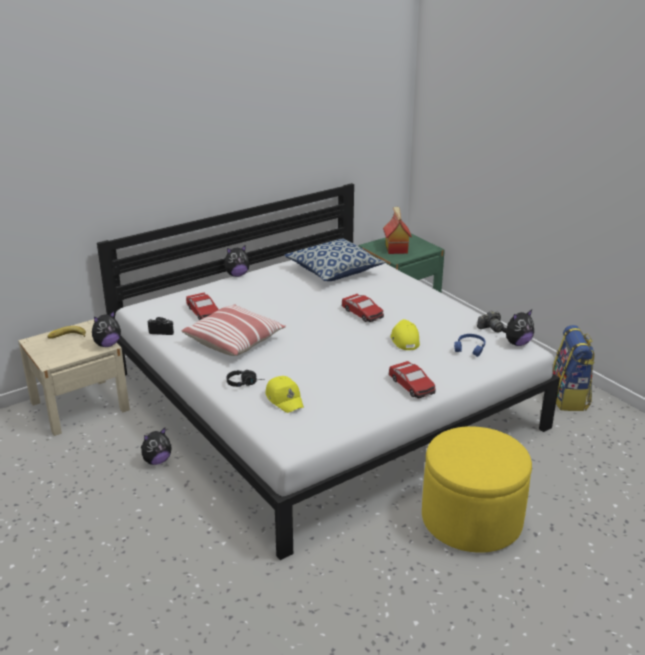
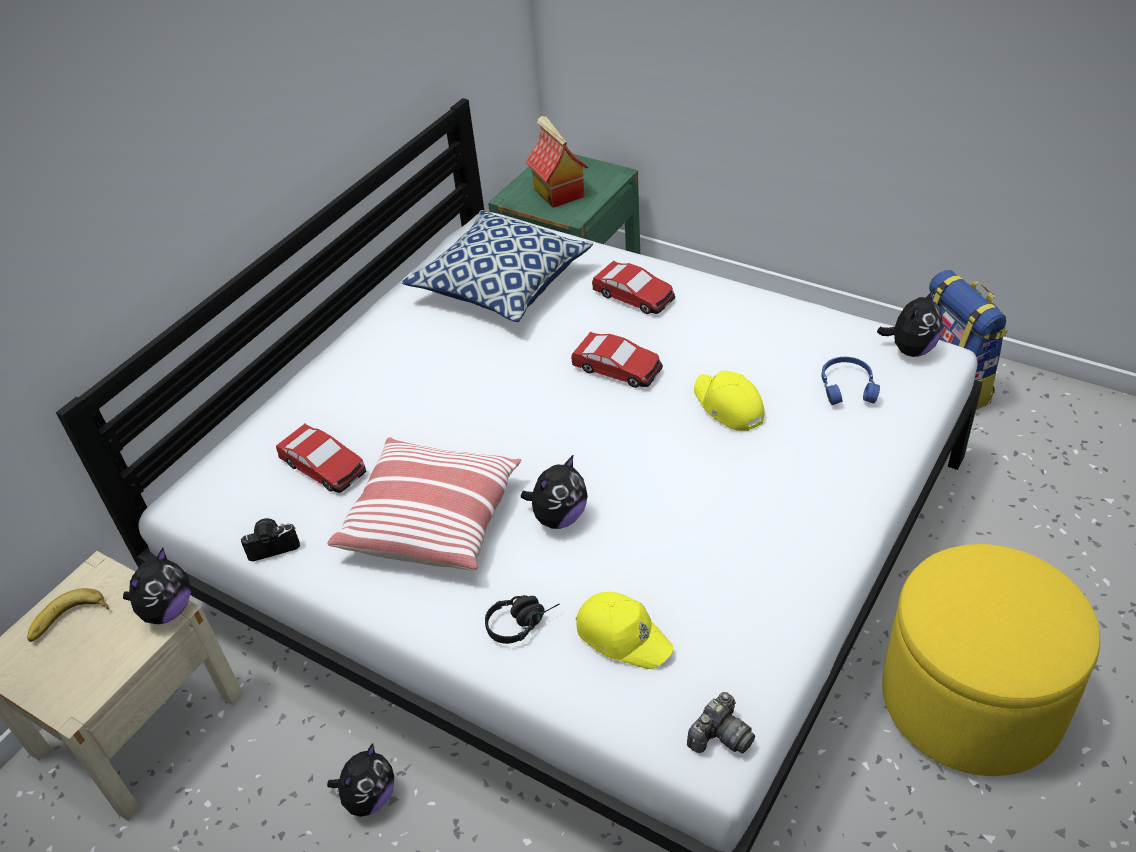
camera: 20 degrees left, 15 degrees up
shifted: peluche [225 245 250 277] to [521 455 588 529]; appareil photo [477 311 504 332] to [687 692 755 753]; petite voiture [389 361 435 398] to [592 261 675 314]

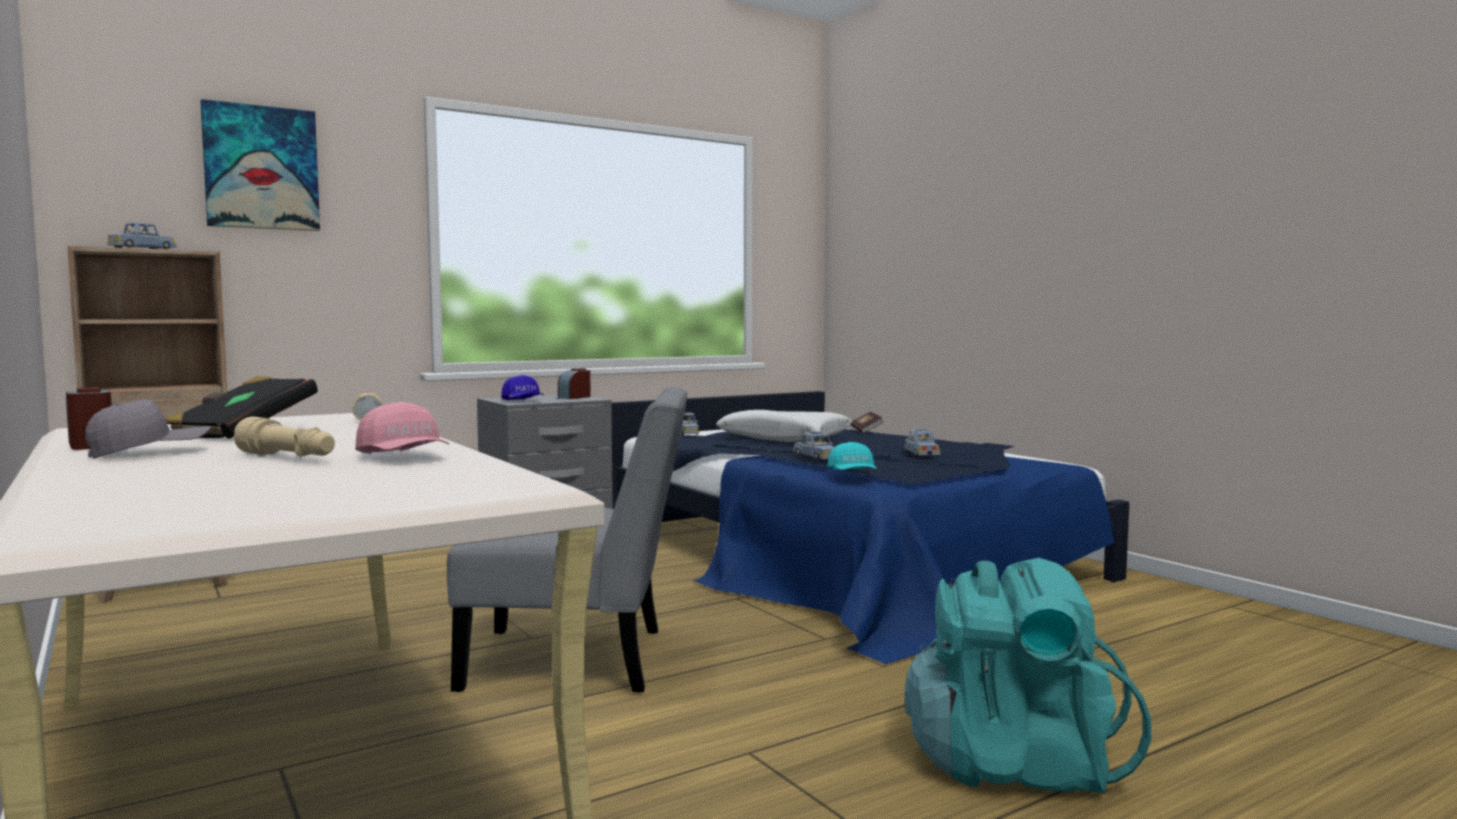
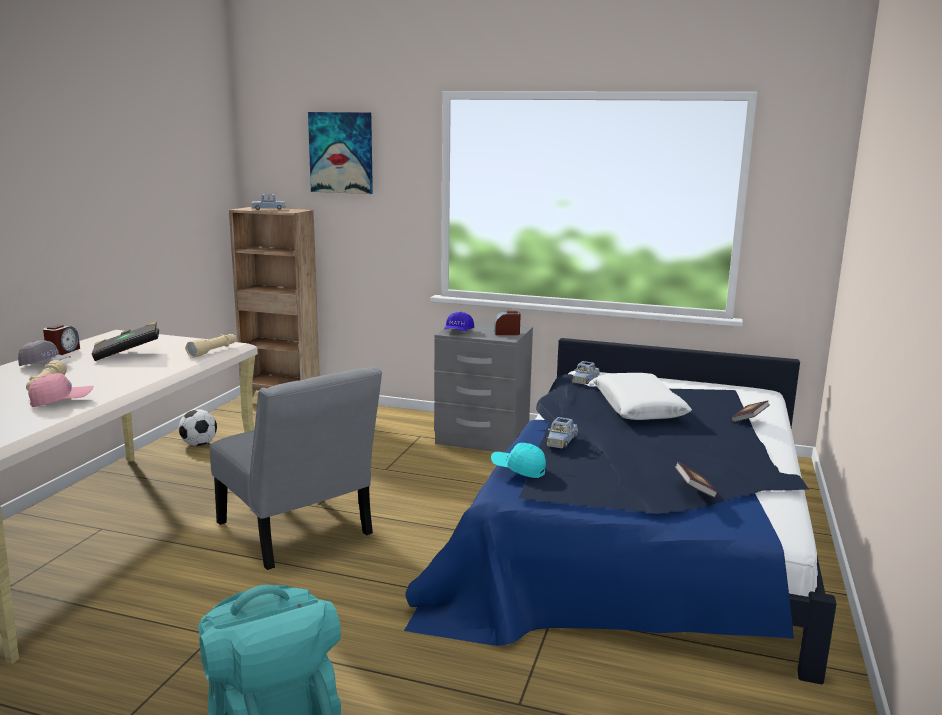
camera: 50 degrees right, 10 degrees up
gone: petite voiture [bleu] [905 429 940 456]
new: ballon de foot [179 409 217 446]; livre [675 462 718 498]
rotated: casquette [rose] [355 402 449 454] = [28 373 94 407] 120 degrees counterclockwise; casquette [turquoise] [827 442 877 470] = [491 443 546 478] 75 degrees clockwise

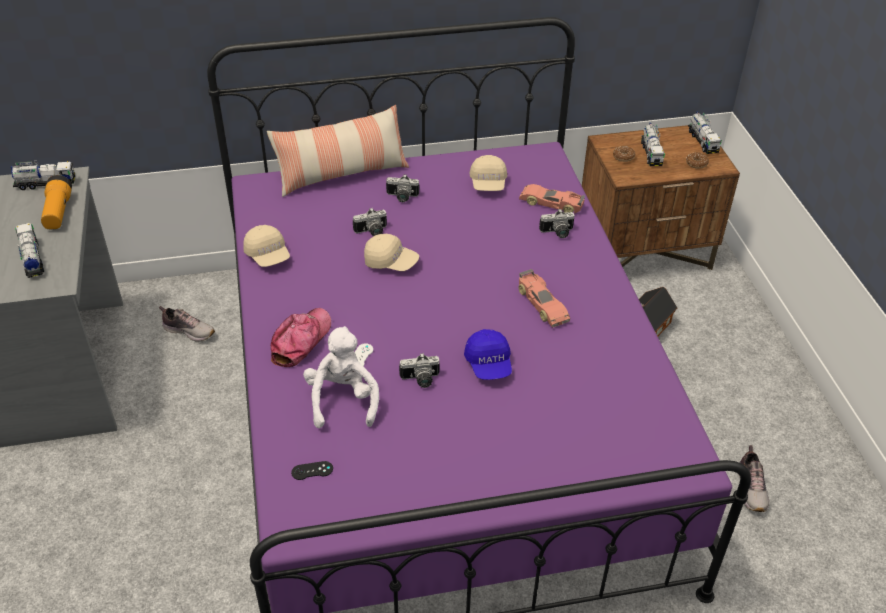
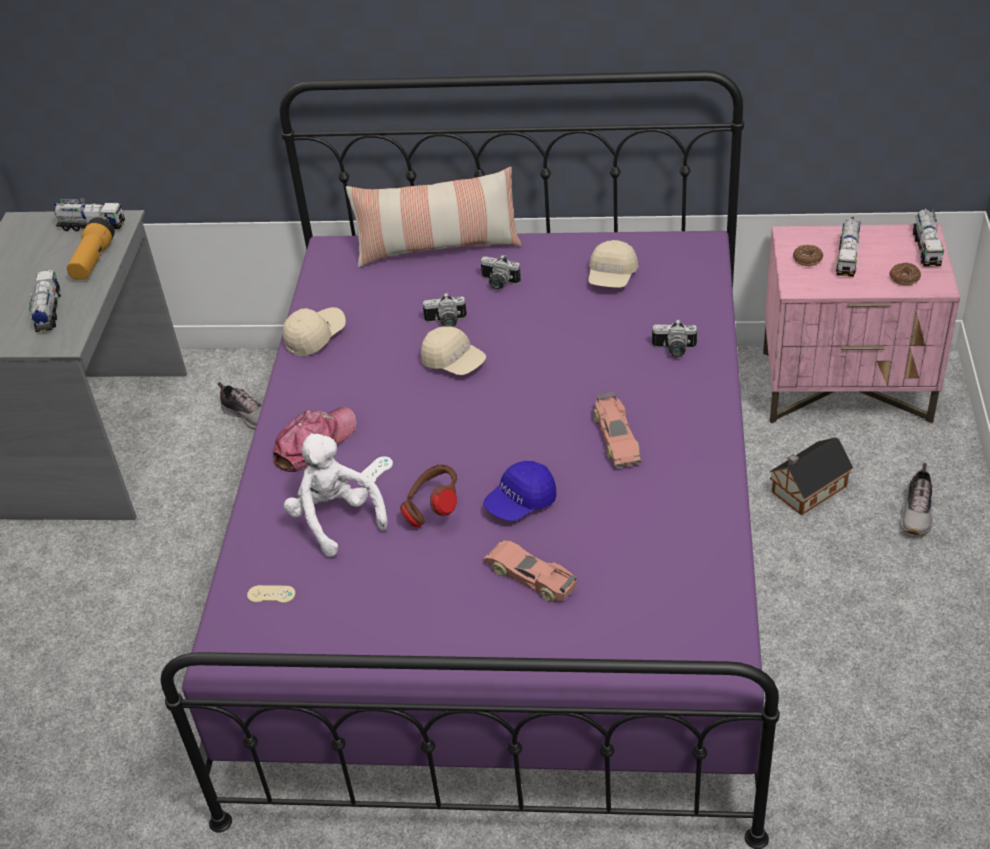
camera: 20 degrees right, 0 degrees up
shifted: petite voiture [519 184 585 213] to [483 540 577 602]; chaussure [738 445 769 512] to [900 463 933 535]
swapped: appareil photo [399 353 440 388] to casque audio [marron] [400 465 457 527]
repainted: table de chevet [marron] [582 125 740 270] to table de chevet [rose] [763 224 960 424]; manette [noir] [291 461 333 480] to manette [beige] [247 585 295 603]
rotated: casquette [beige] [243 225 290 267] = [283 307 346 356] 120 degrees counterclockwise; peluche [blanc] [303 326 379 428] = [284 433 388 557] 45 degrees counterclockwise; casquette [bleu] [464 329 512 380] = [484 461 557 521] 45 degrees clockwise

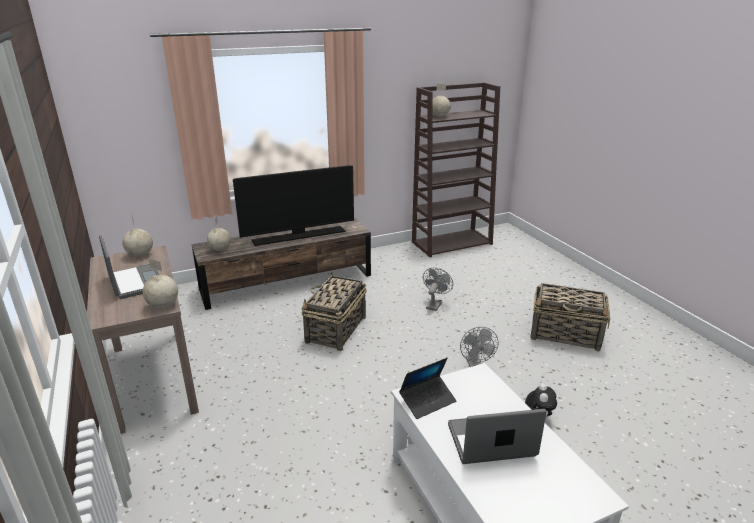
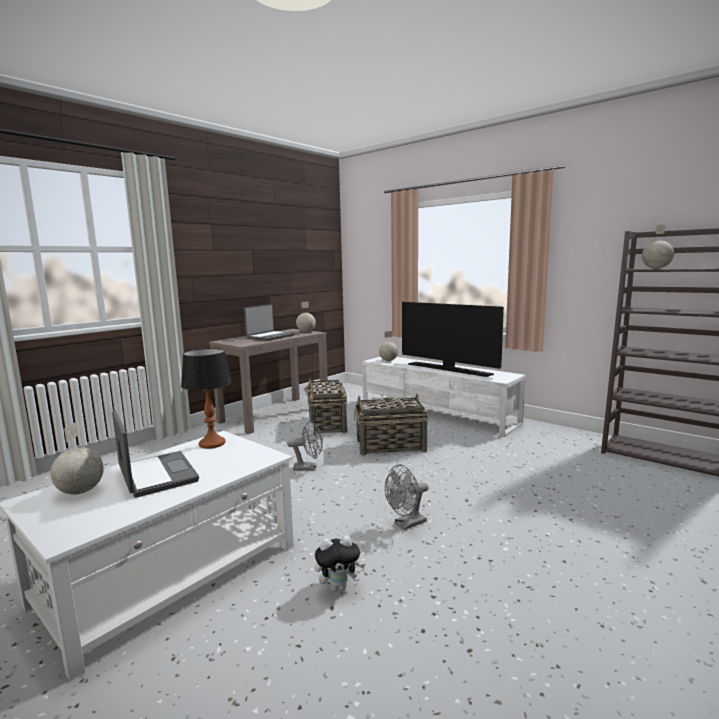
camera: 65 degrees right, 15 degrees down
shifted: globe [143 259 178 308] to [50 422 104 495]; ventilateur [gris] [423 268 453 311] to [287 420 323 471]; panier [530 283 610 352] to [304 378 347 435]
swapped: ordinateur portable [399 358 456 419] to lampe de table [181 348 232 449]
repainted: meuble télé [marron] [192 218 371 310] to meuble télé [blanc] [362 357 525 437]

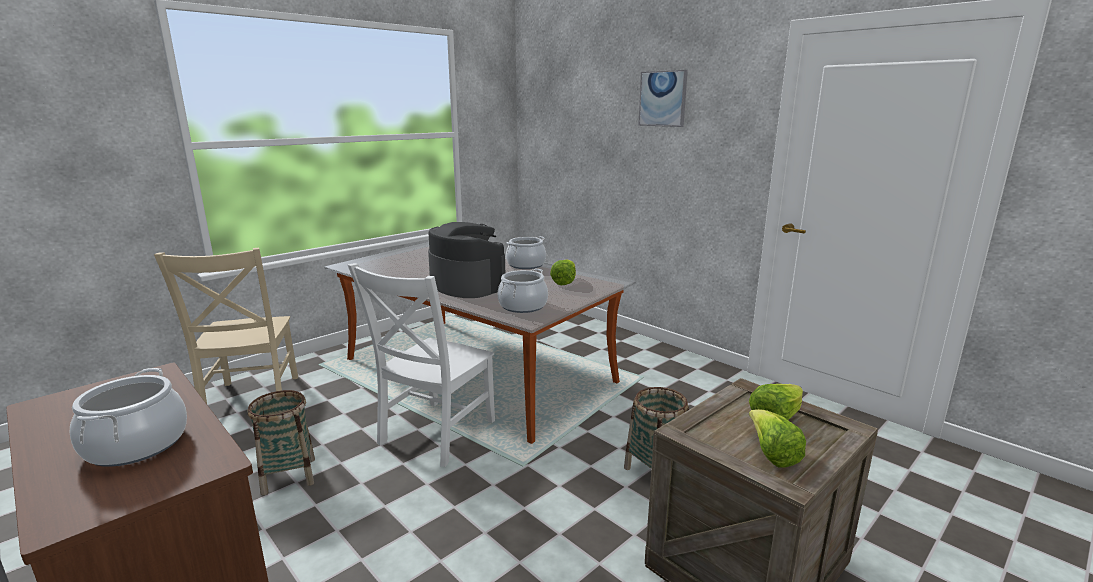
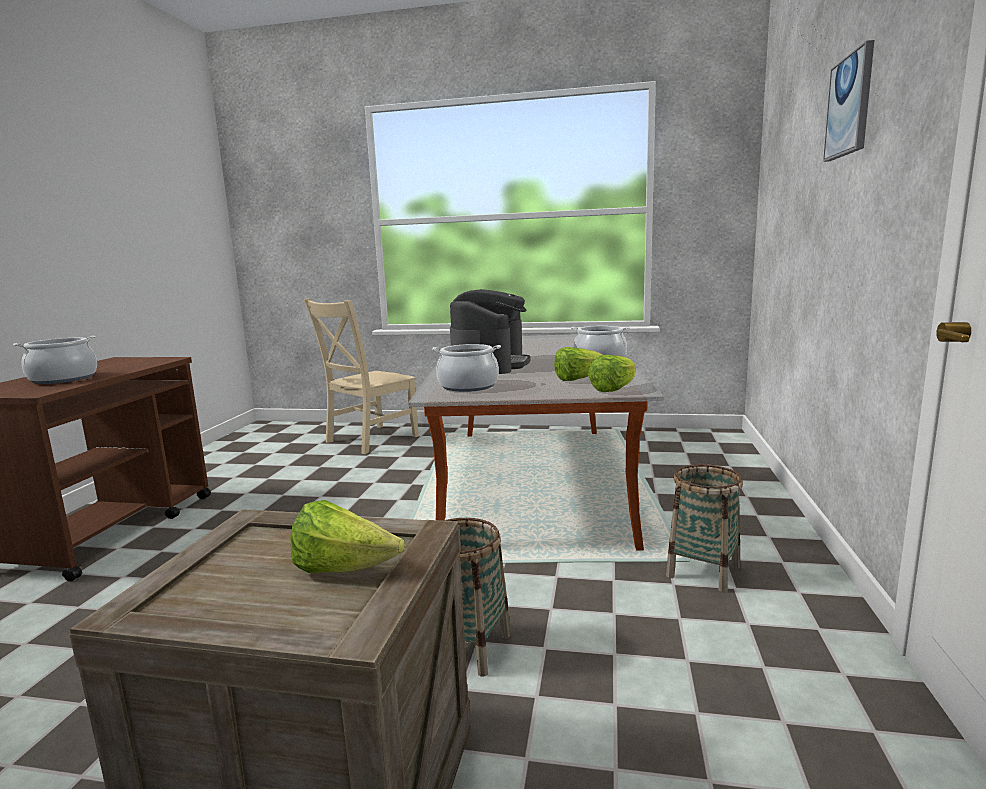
camera: 55 degrees right, 5 degrees down
gone: chaise [blanc] [348 263 495 467]
shifted: panier [247 390 315 495] to [666 464 743 592]; laitue [749 409 806 468] to [588 355 636 392]

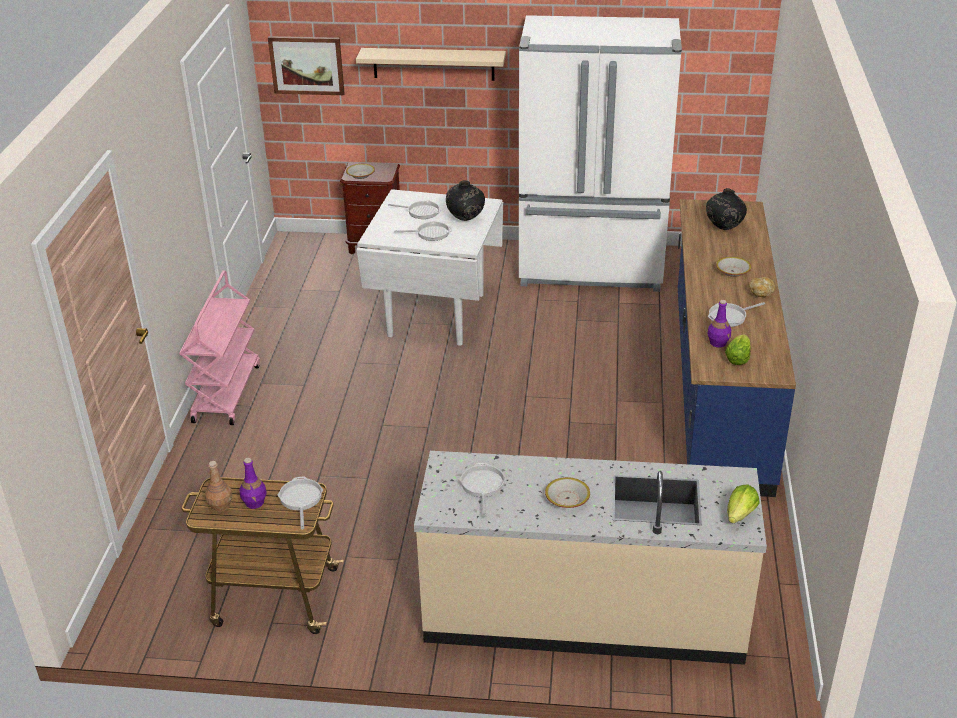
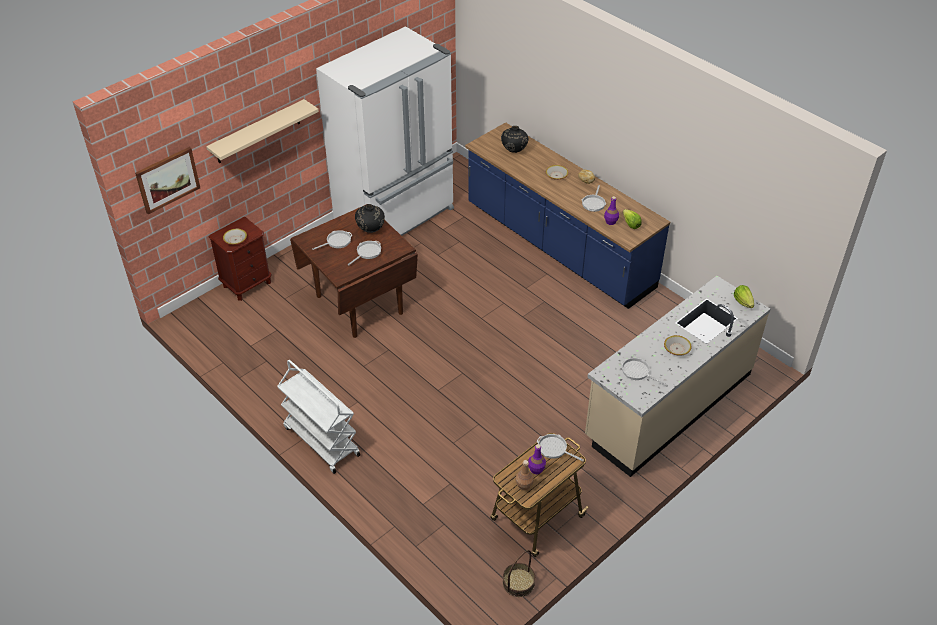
camera: 50 degrees left, 10 degrees up
new: panier [503 550 535 597]
repainted: table à manger [blanc] [357 189 503 346] to table à manger [marron] [290 204 418 338]; chariot [rose] [179 271 260 425] to chariot [blanc] [277 360 361 474]

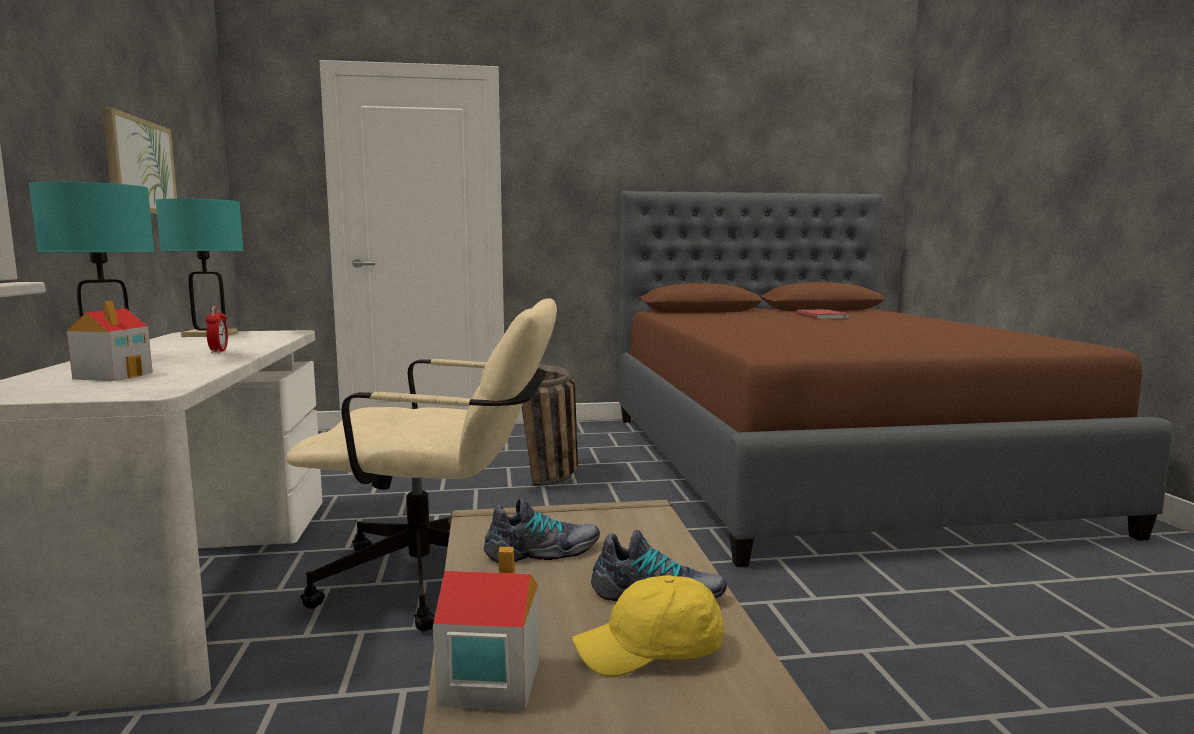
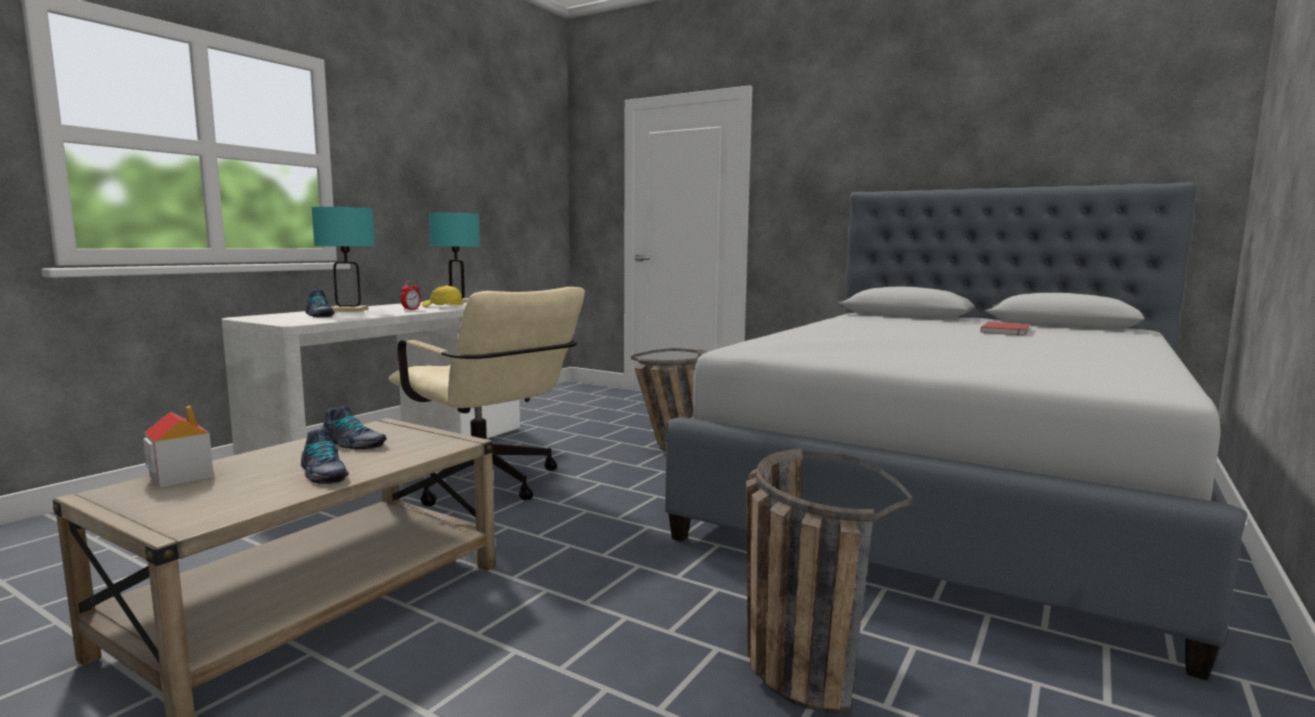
camera: 40 degrees right, 0 degrees up
gone: tableau [102 107 177 214]
new: panier [746 449 913 714]
shifted: casquette [jaune] [572 575 724 677] to [422 285 463 307]
swapped: maison miniature [67 301 153 381] to chaussure [306 289 335 317]
repainted: lit [marron] [619 191 1174 567] to lit [gris] [665 182 1248 680]

